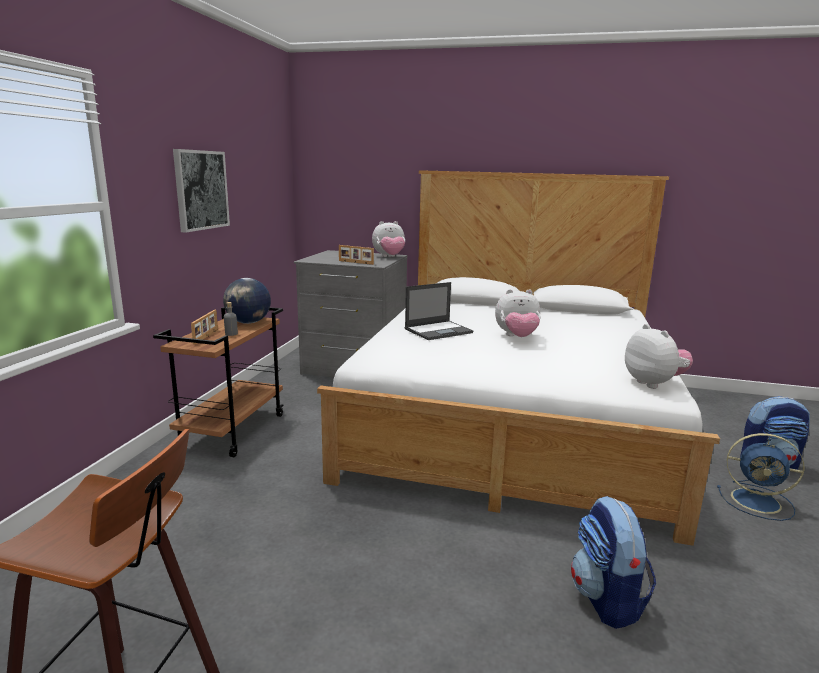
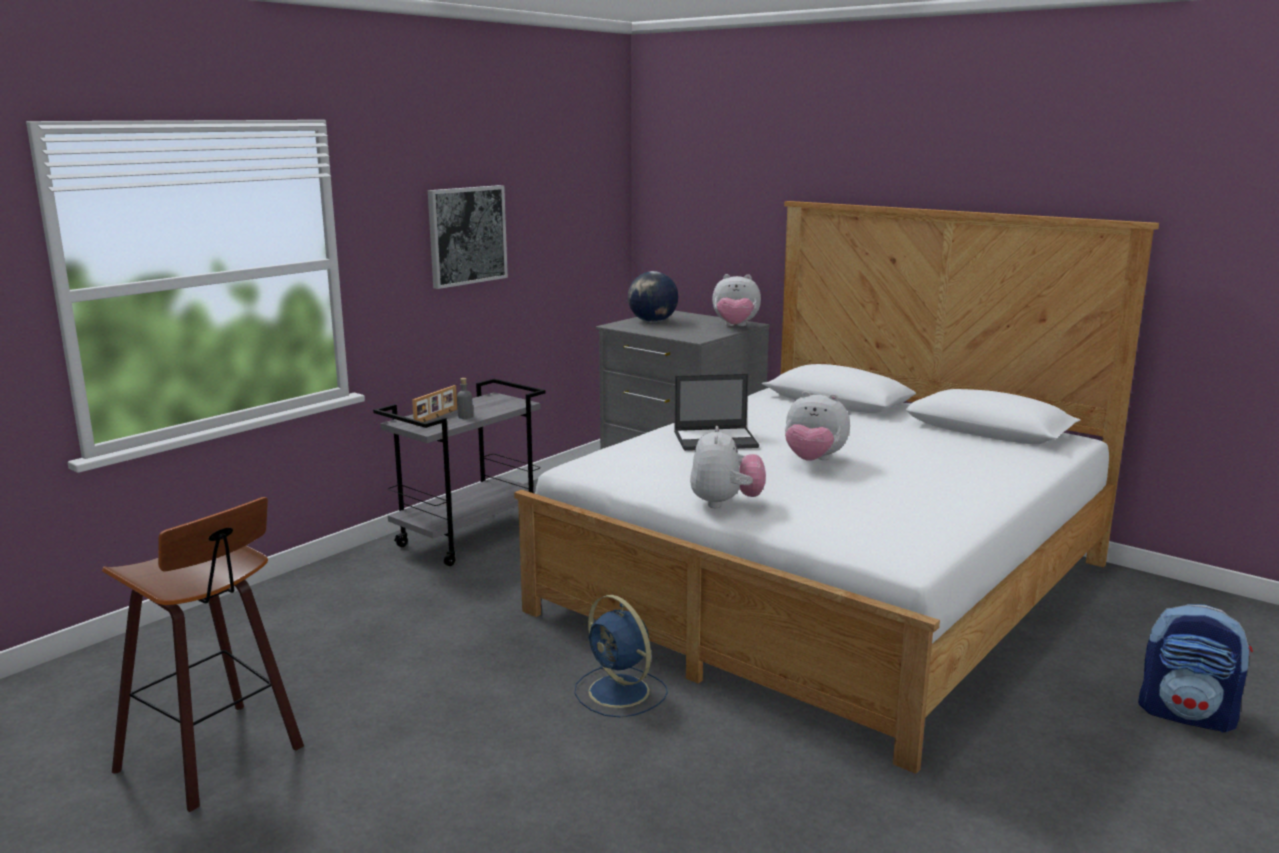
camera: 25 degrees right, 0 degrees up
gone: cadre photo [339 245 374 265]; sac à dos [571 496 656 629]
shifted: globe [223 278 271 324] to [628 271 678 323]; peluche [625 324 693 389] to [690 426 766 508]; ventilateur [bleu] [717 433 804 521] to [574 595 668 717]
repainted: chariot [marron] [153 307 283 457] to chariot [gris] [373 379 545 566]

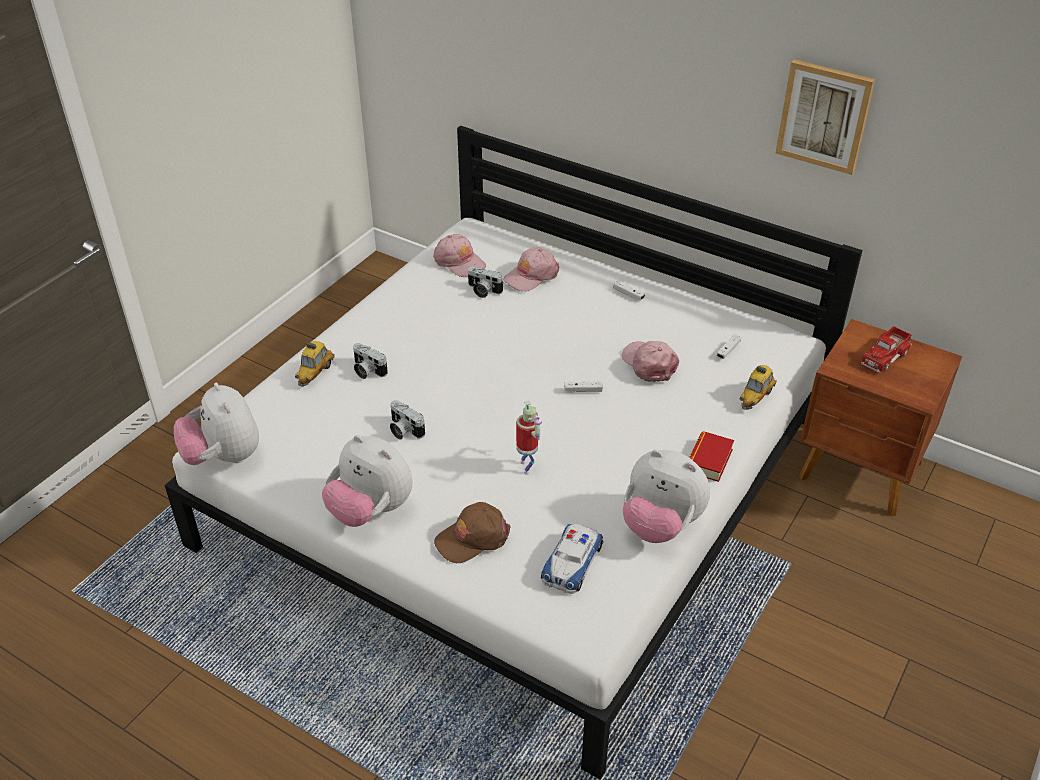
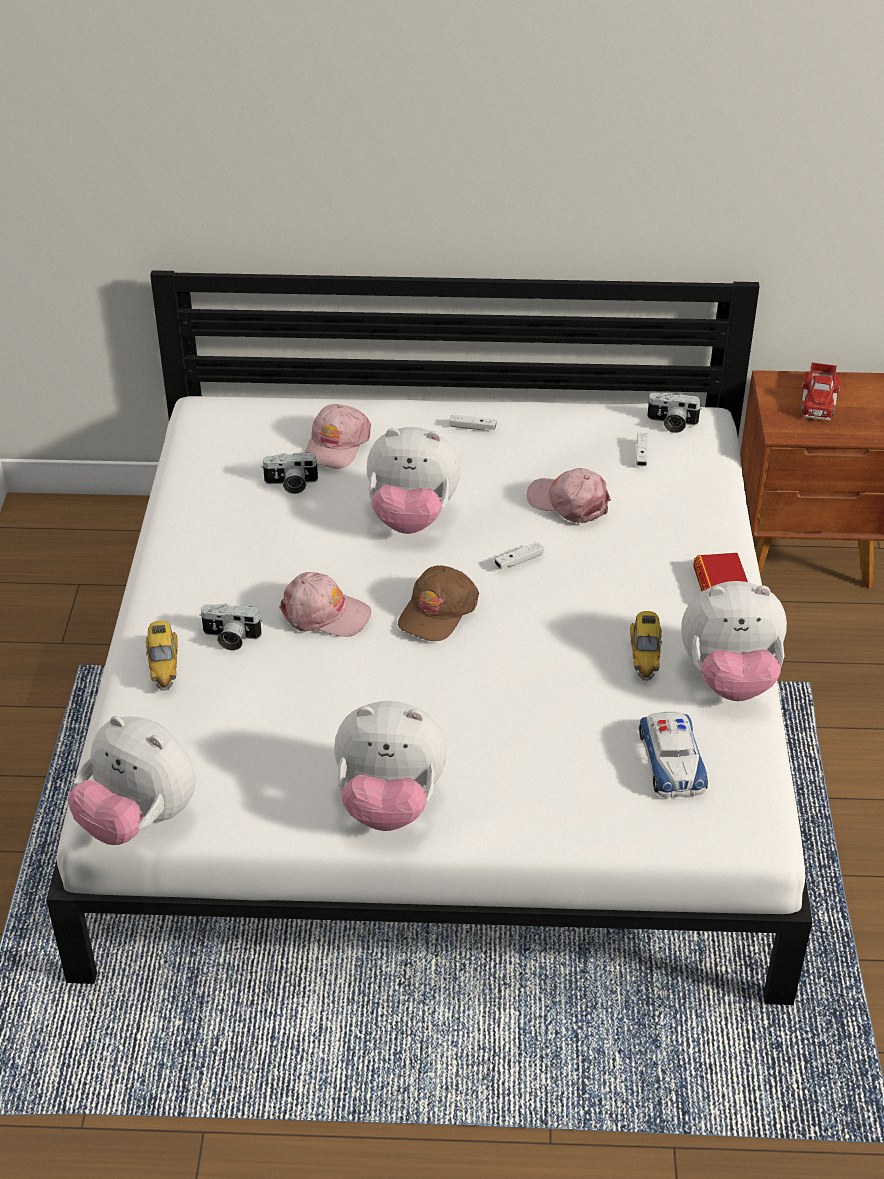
camera: 30 degrees left, 0 degrees up
gone: tableau [776 59 875 175]; robot jouet [516 400 542 475]
new: peluche [367 427 460 534]
shifted: casquette [rose] [433 234 486 277] to [279 572 371 637]; petite voiture [740 365 777 410] to [630 611 662 681]; appareil photo [390 400 425 440] to [647 393 702 433]; casquette [marron] [434 502 511 563] to [398 565 479 641]

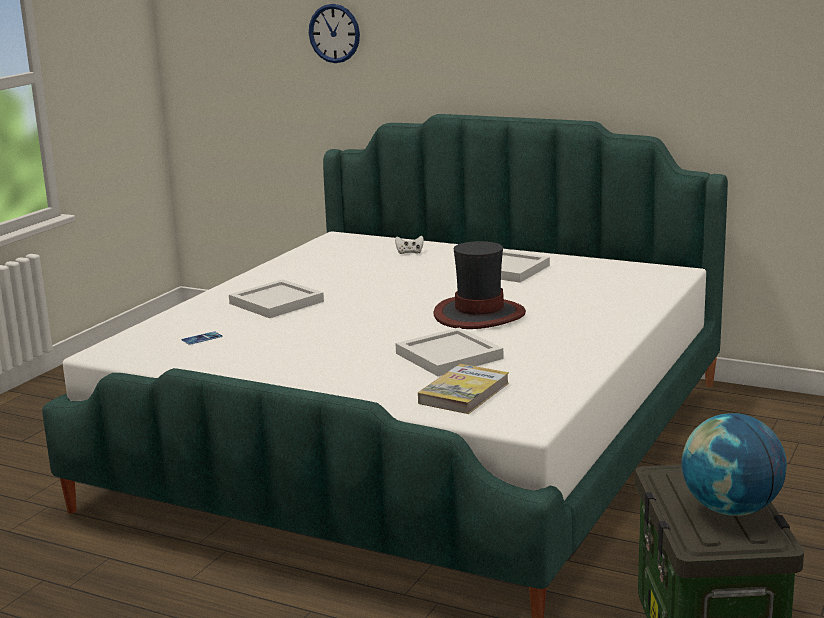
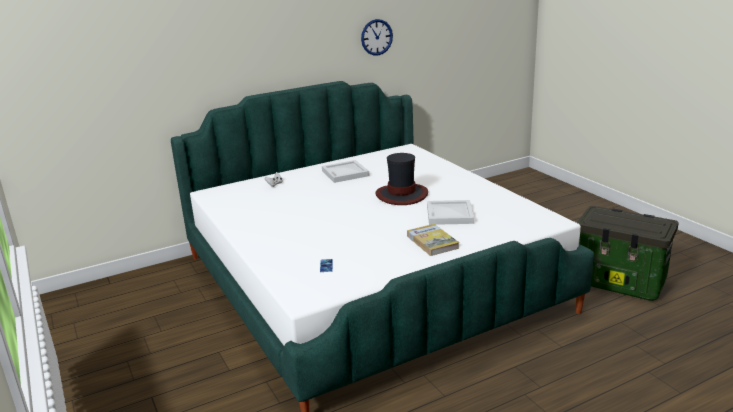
camera: 55 degrees left, 5 degrees up
gone: plateau [blanc] [229 279 324 318]; globe [681 413 787 516]
shifted: horloge murale [309 4 360 63] to [361 19 393 56]; livre [418 364 509 414] to [407 224 459 256]

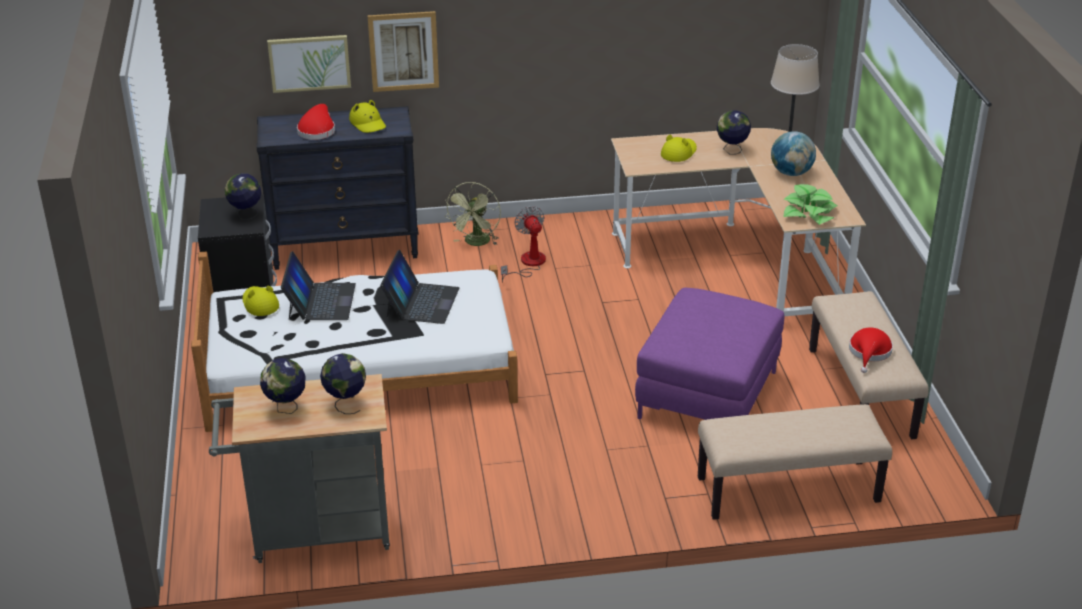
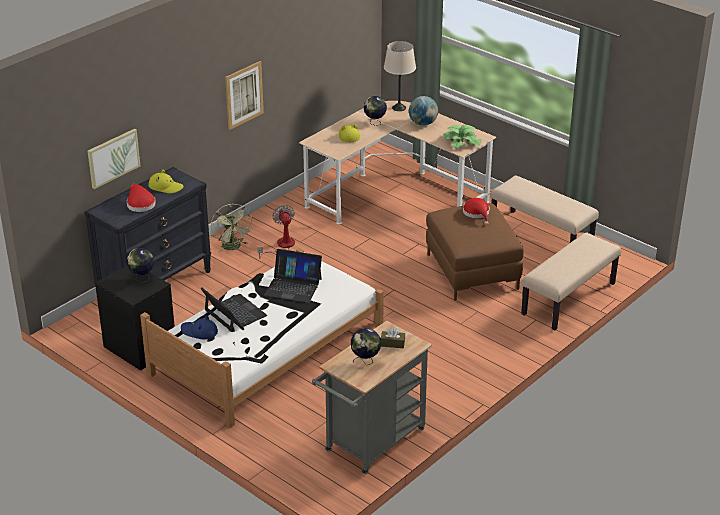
camera: 40 degrees left, 0 degrees up
shifted: tableau [367 11 439 92] to [225 61 264 130]; chapeau [rouge] [849 328 893 373] to [463 198 490 225]
swapped: globe [320 353 366 414] to boîte à mouchoirs [marron] [381 327 405 348]
repainted: chapeau [jaune] [243 286 279 316] to chapeau [bleu] [181 315 218 340]; pouf [violet] [635 288 784 420] to pouf [marron] [426 203 524 301]
rotated: ventilateur [501 206 546 283] = [258 205 295 259] 45 degrees clockwise; ordinateur portable [380 250 459 324] = [264 249 322 303] 135 degrees clockwise

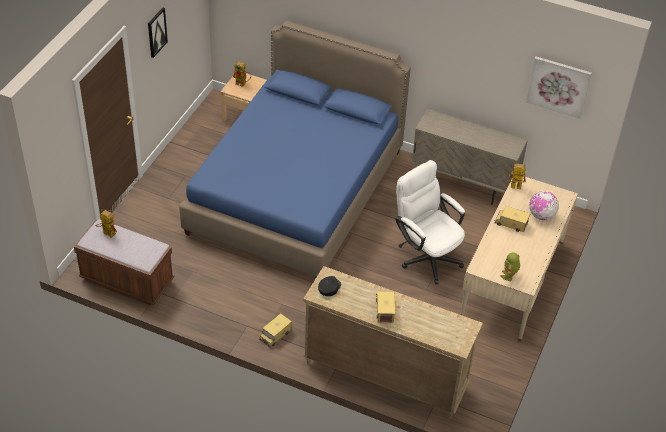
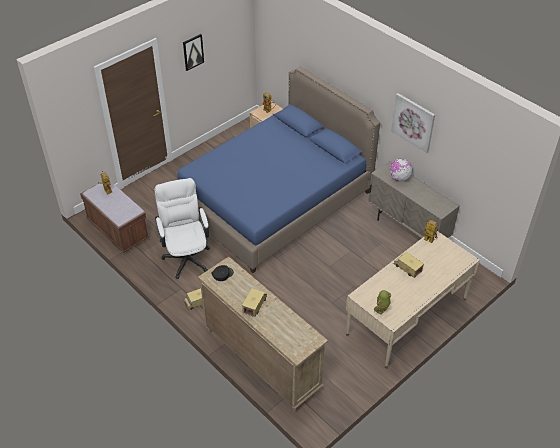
camera: 25 degrees right, 0 degrees up
shifted: tableau [526 56 592 119] to [391 93 435 153]; chaise de bureau [blanc] [395 160 465 284] to [154 178 210 279]; globe [529 191 559 220] to [389 159 412 181]

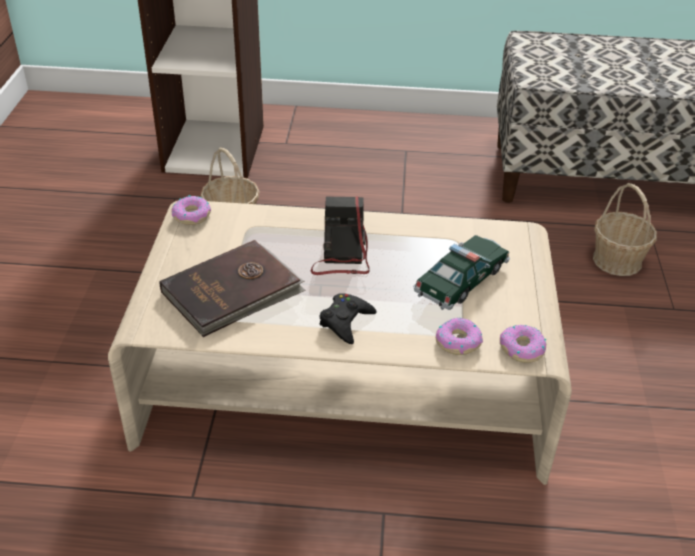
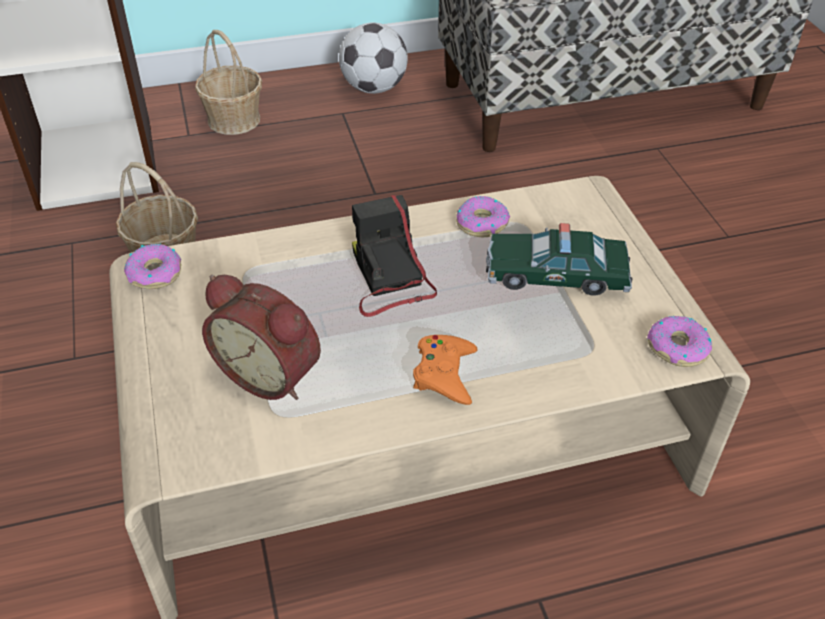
camera: 20 degrees left, 5 degrees up
new: ballon de foot [339 22 408 94]
shifted: panier [593 183 657 276] to [195 30 262 135]; beignet [436 318 483 355] to [456 196 510 237]
swapped: livre [marron] [160 240 306 337] to réveil [202 275 321 400]
repainted: manette [noir] [320 293 376 344] to manette [orange] [413 335 478 405]
rotated: petite voiture [413 235 510 310] = [486 223 632 296] 105 degrees counterclockwise

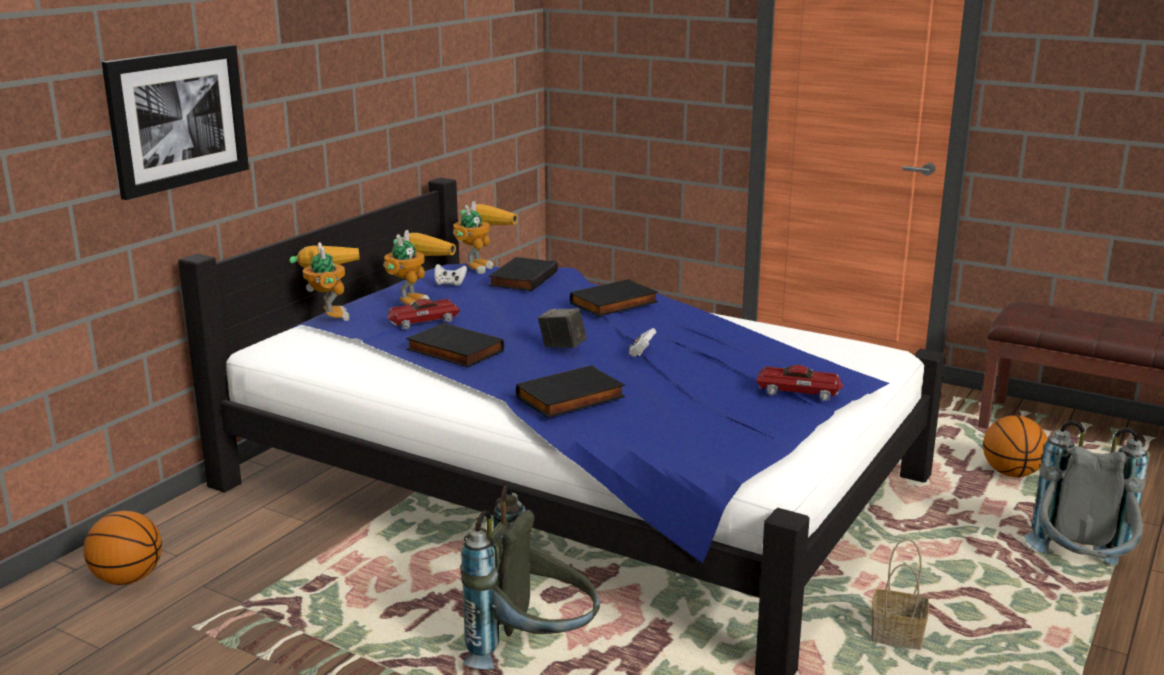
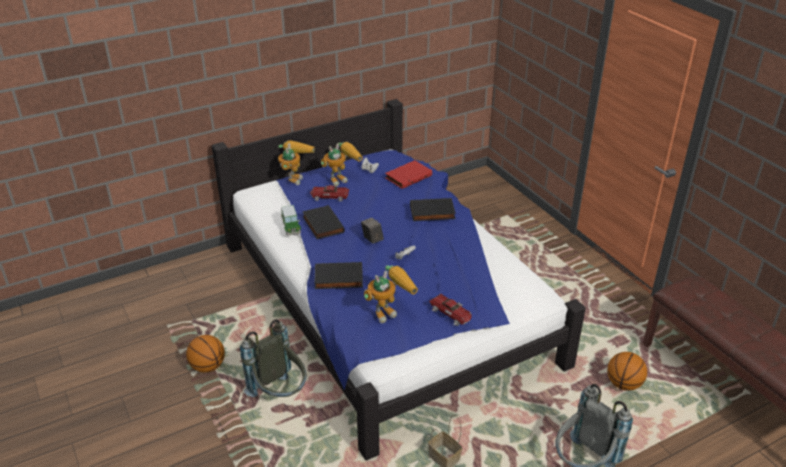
camera: 30 degrees right, 15 degrees up
gone: tableau [102 45 249 200]
new: petite voiture [281 205 301 236]
shifted: robot jouet [453 201 518 274] to [364 265 418 323]; ballon de basket [84 511 162 585] to [186 335 225 373]
repainted: livre [noir] [489 257 558 291] to livre [rouge] [385 160 432 189]

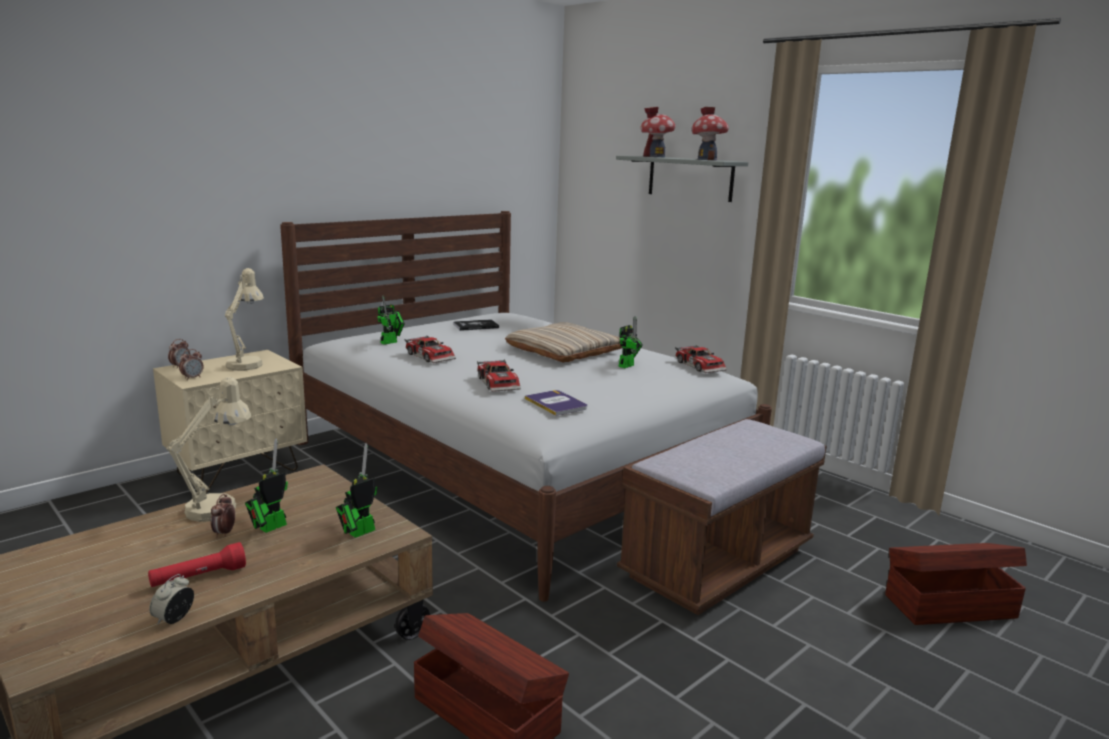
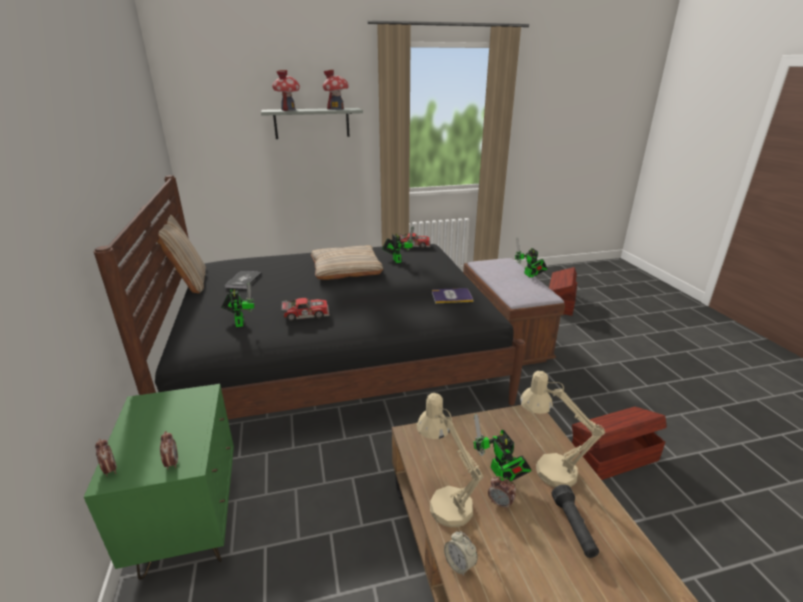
camera: 60 degrees left, 10 degrees up
gone: petite voiture [477 359 521 392]
new: coussin [beige] [157 215 206 293]
shifted: lampe de table [beige] [225 268 264 371] to [520 371 605 487]; robot jouet [336 443 377 538] to [515 237 548 278]; réveil [149 574 194 624] to [444 531 478 576]
repainted: lit [blanc] [280 211 772 602] to lit [noir] [94 175 525 419]; table de chevet [beige] [153 350 307 494] to table de chevet [vert] [84 384 234 580]; lampe de poche [rouge] [148 542 246 587] to lampe de poche [noir] [552 485 599 558]

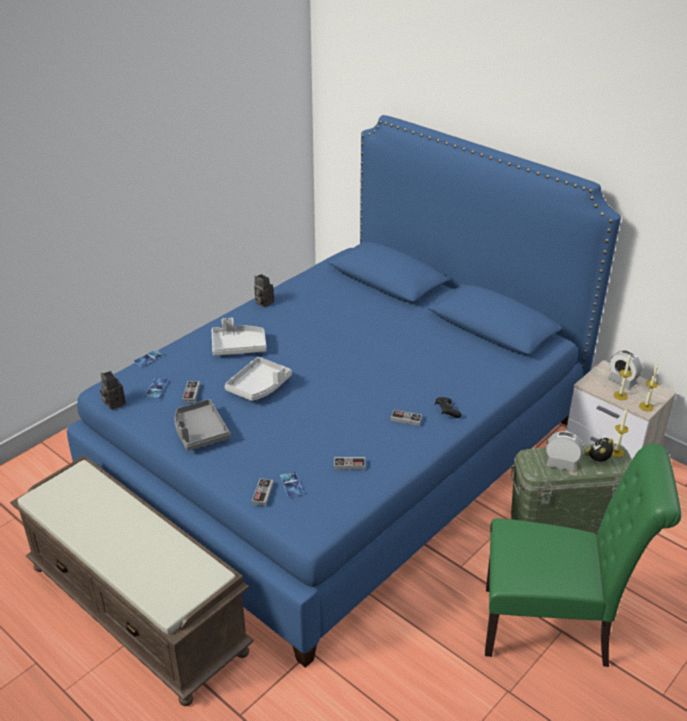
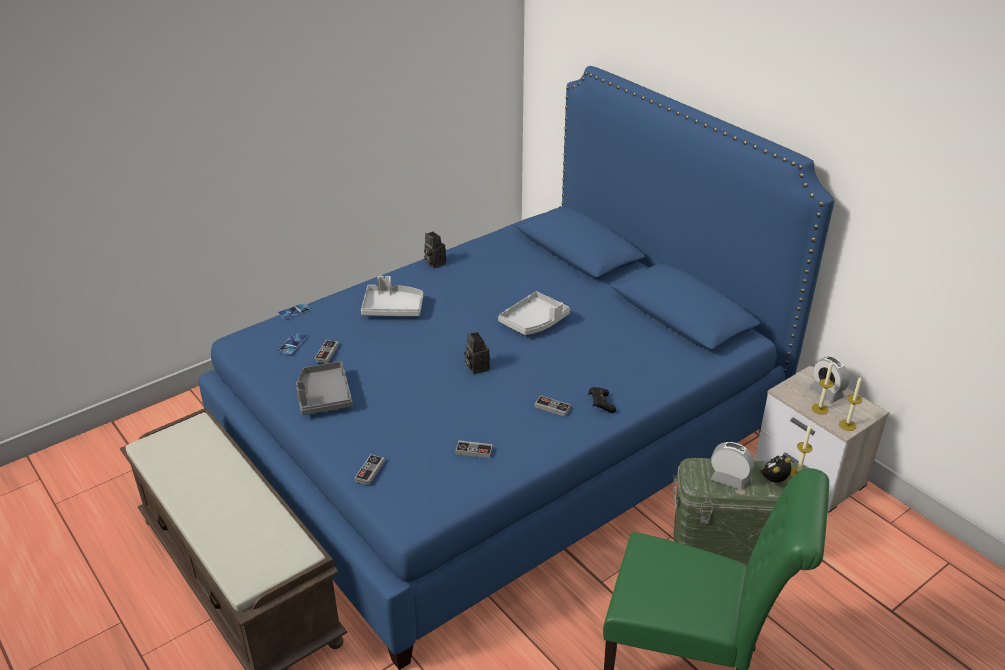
camera: 10 degrees right, 0 degrees up
gone: téléphone [280 472 304 497]
shifted: plateau [gris] [224 357 292 401] to [498 291 570 335]; appareil photo [100 371 126 410] to [464 332 490 374]

